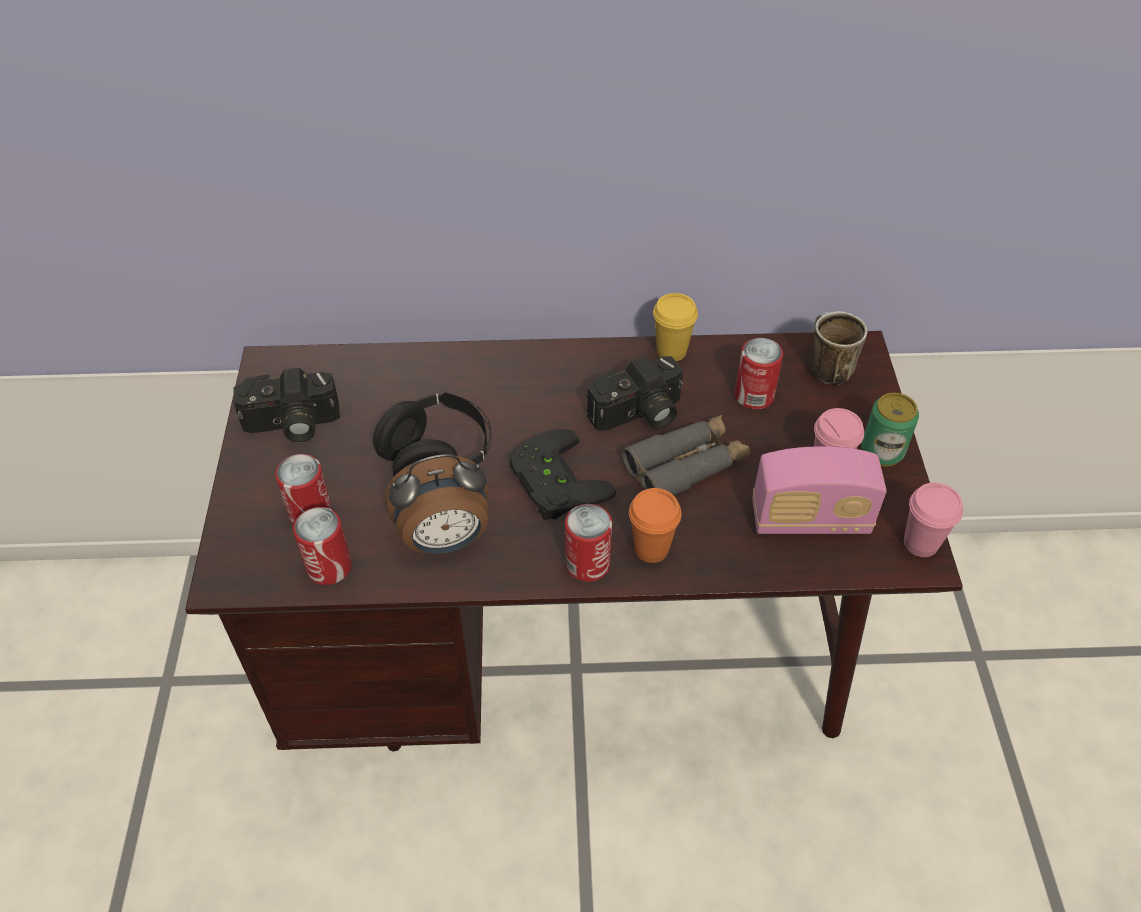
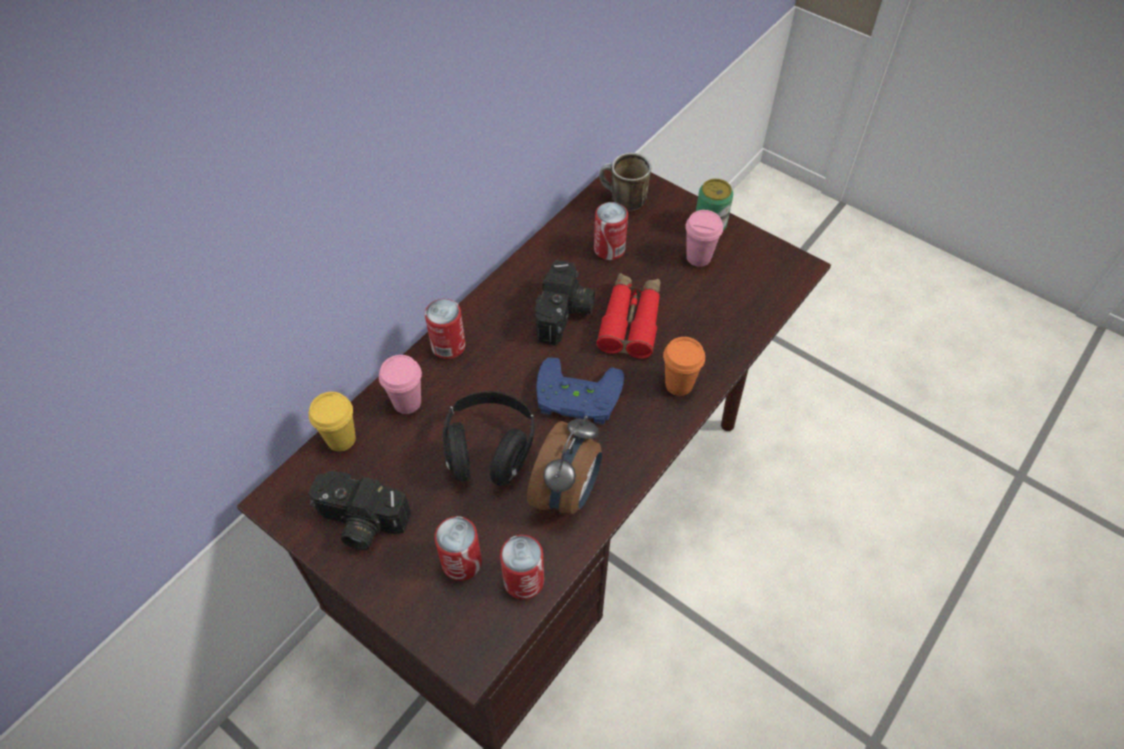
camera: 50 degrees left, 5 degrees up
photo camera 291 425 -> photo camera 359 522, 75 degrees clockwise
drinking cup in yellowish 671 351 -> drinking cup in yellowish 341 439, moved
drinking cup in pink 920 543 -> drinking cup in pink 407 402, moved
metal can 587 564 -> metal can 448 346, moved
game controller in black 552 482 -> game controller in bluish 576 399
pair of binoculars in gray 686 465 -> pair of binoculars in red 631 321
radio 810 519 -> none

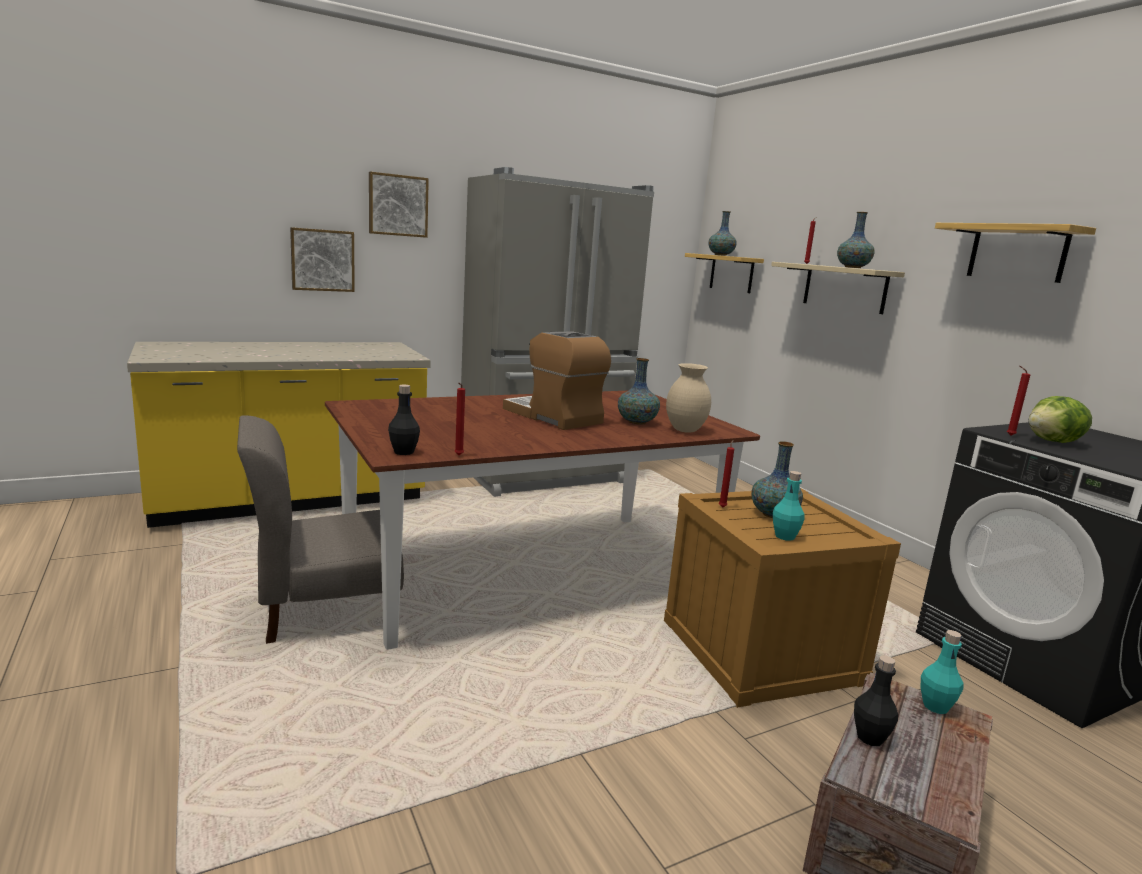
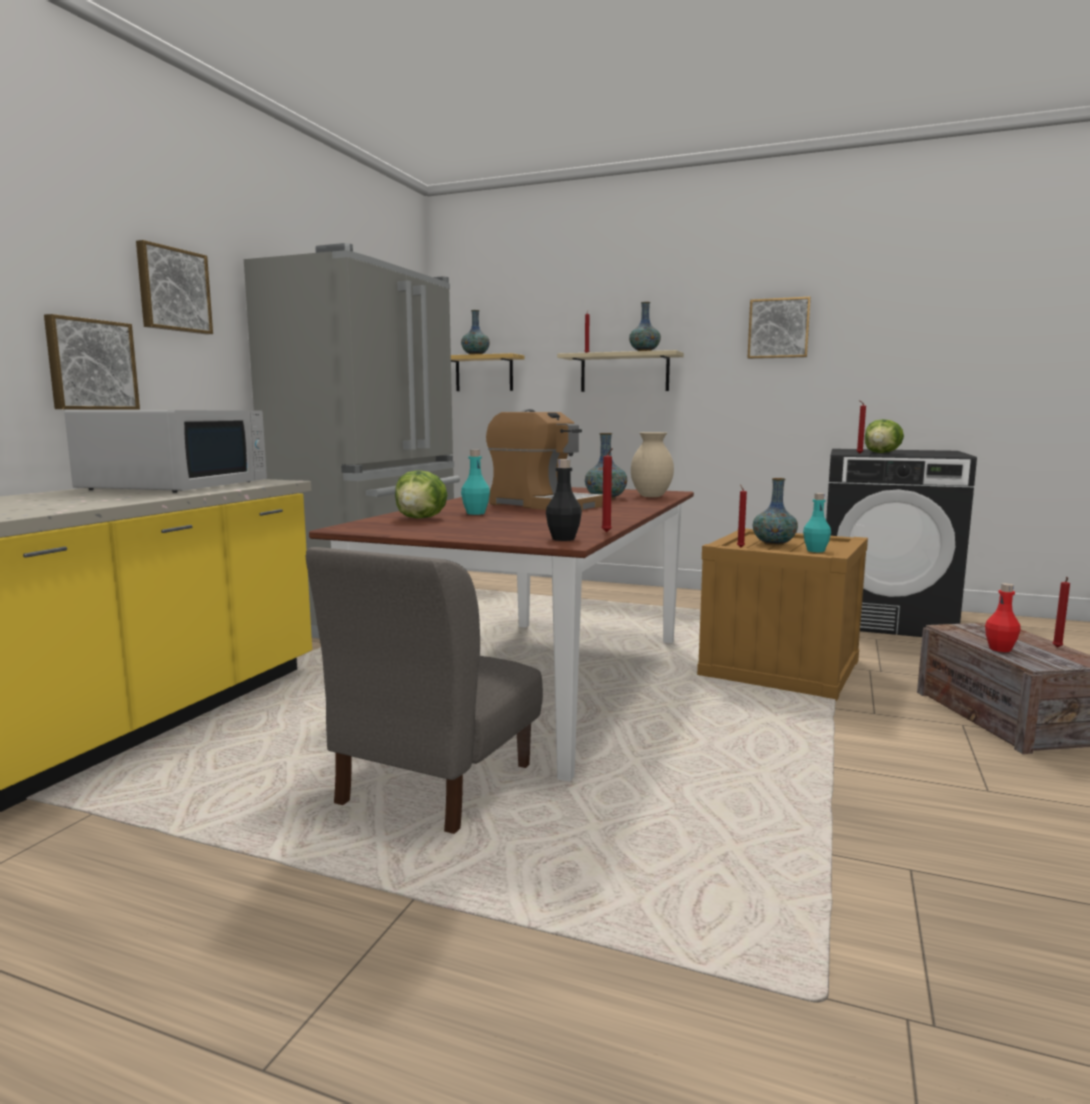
camera: 40 degrees left, 5 degrees down
none -> microwave in white 177 485
none -> lettuce 421 518
drink bottle in turquoise 935 706 -> drink bottle in turquoise 476 513, moved
coffee brewer 553 416 -> coffee brewer 544 505, 150 degrees counterclockwise
shelf 1017 253 -> picture 778 328
drink bottle in black 870 737 -> drink bottle in red 1000 649
none -> candle in red 1057 648

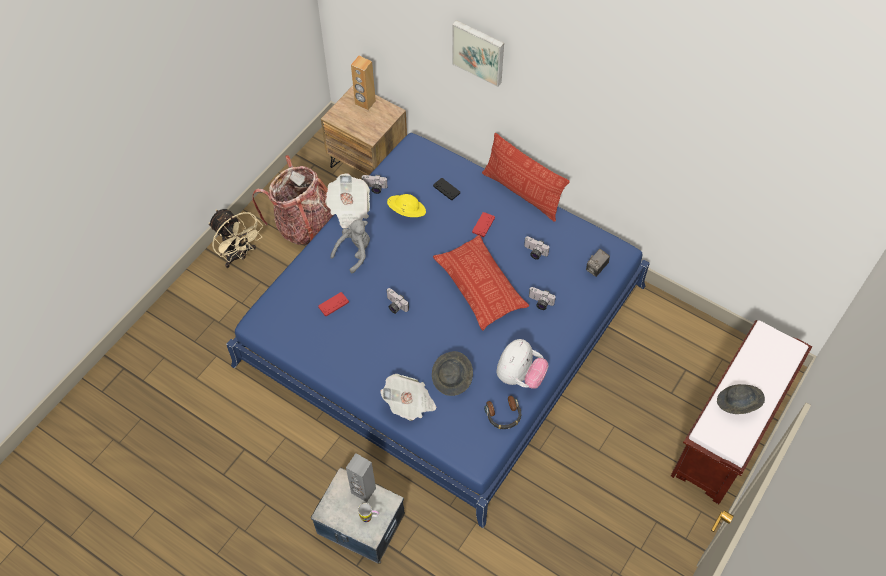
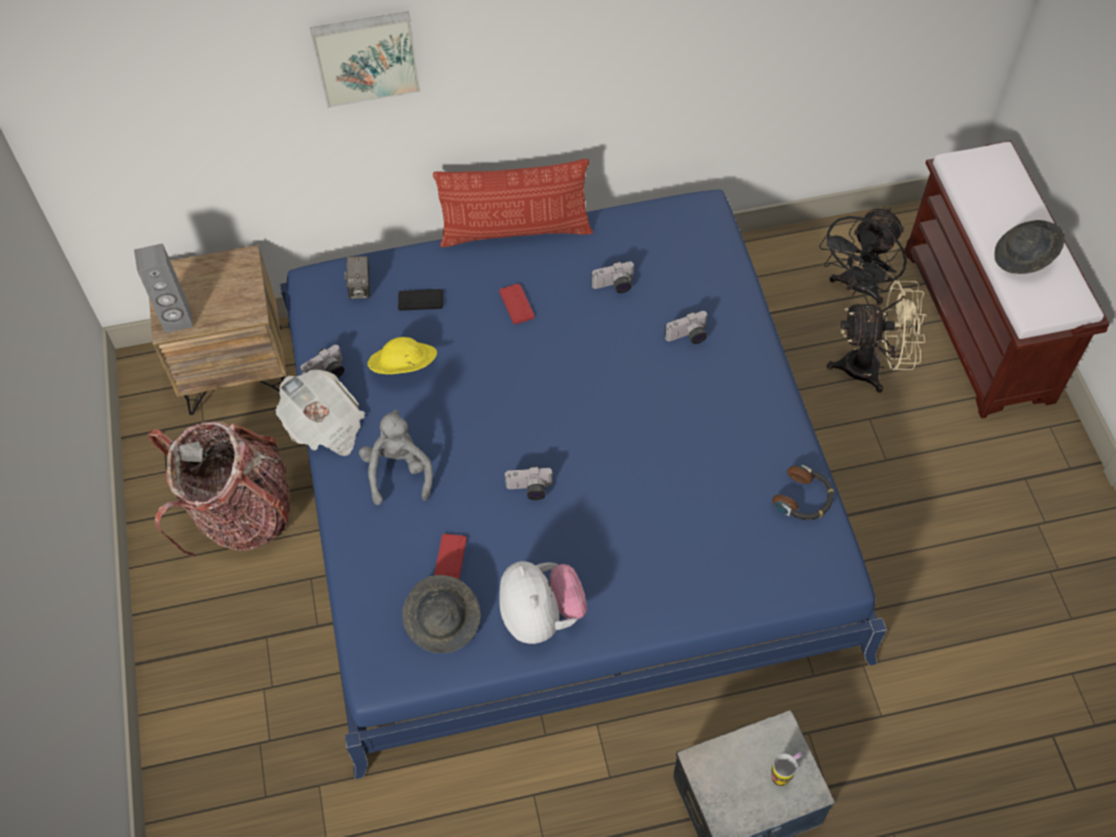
camera: 45 degrees left, 0 degrees up
speaker in gray 363 491 -> speaker in gray 177 320, moved
photo camera 596 268 -> photo camera 360 288, moved
wearable hat in gray 452 378 -> wearable hat in gray 443 622, moved
cuddly toy 519 376 -> cuddly toy 541 616, moved
none -> cooling fan in black 857 288
cooling fan in beige 239 255 -> cooling fan in beige 872 367, moved
speaker in brown-coloured 365 102 -> none
daily paper 409 403 -> none
throw pillow 480 286 -> none

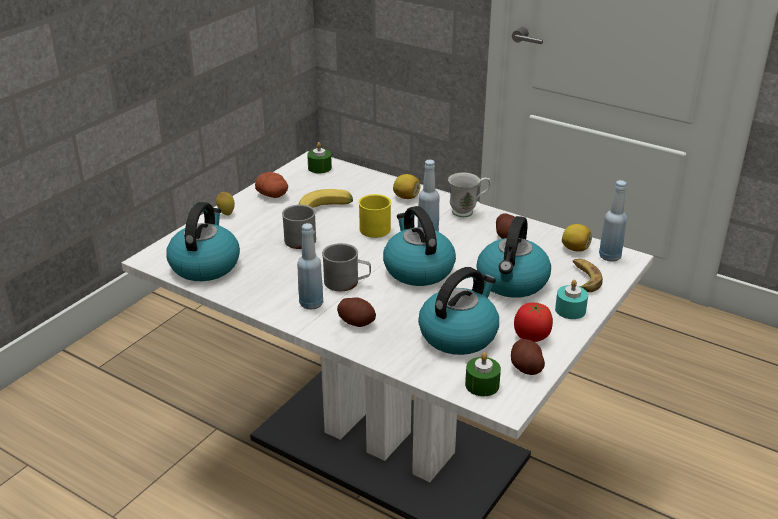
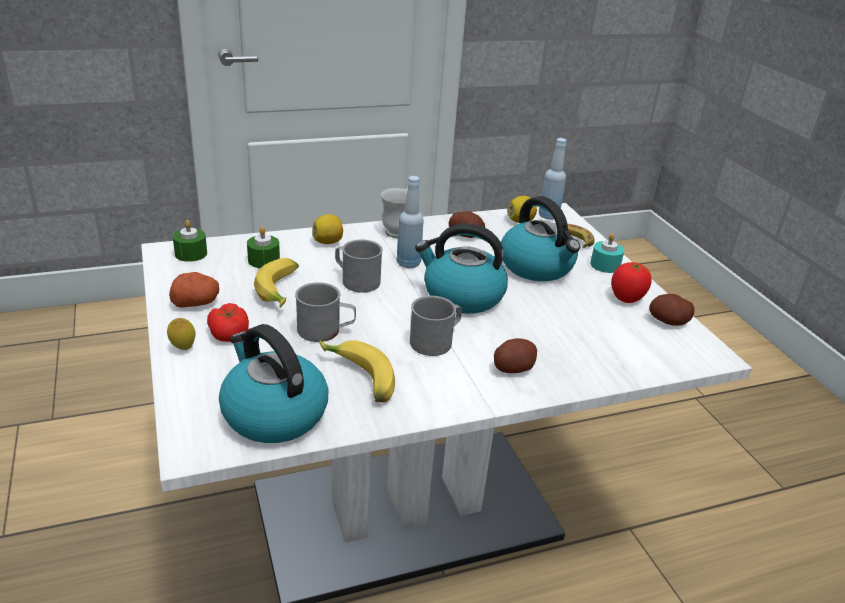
camera: 55 degrees left, 0 degrees up
none -> whole tomato 229 333
candle in green 482 385 -> candle in green 264 260, moved
none -> whole banana 357 379
coffee mug in yellowish 375 227 -> coffee mug in gray 356 280
drink bottle in bluish 311 304 -> none
tea kettle 458 334 -> none

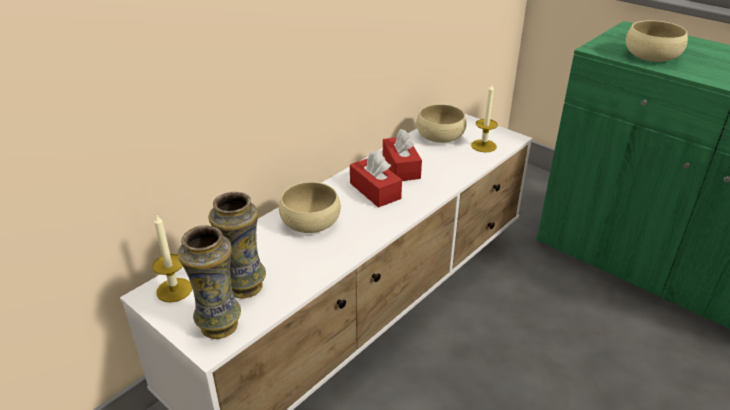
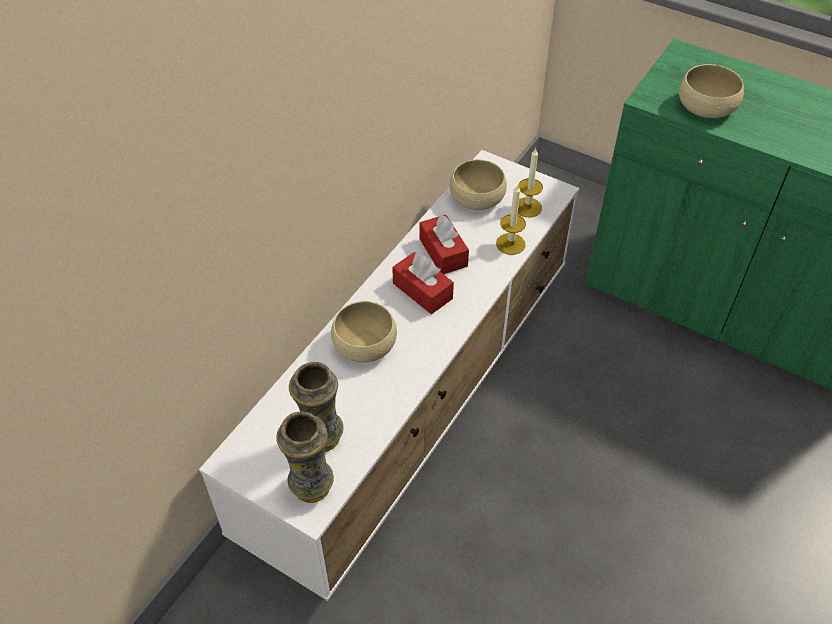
camera: 10 degrees left, 15 degrees up
candle 174 290 -> candle 510 244, moved

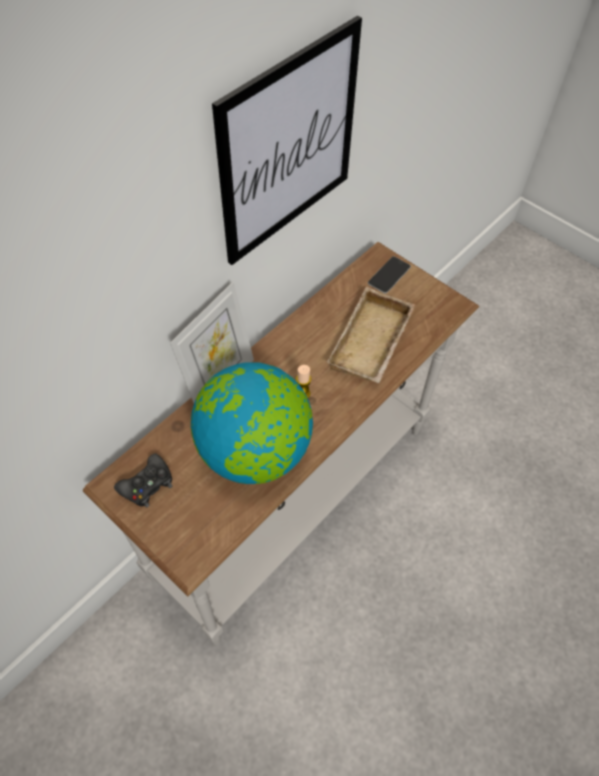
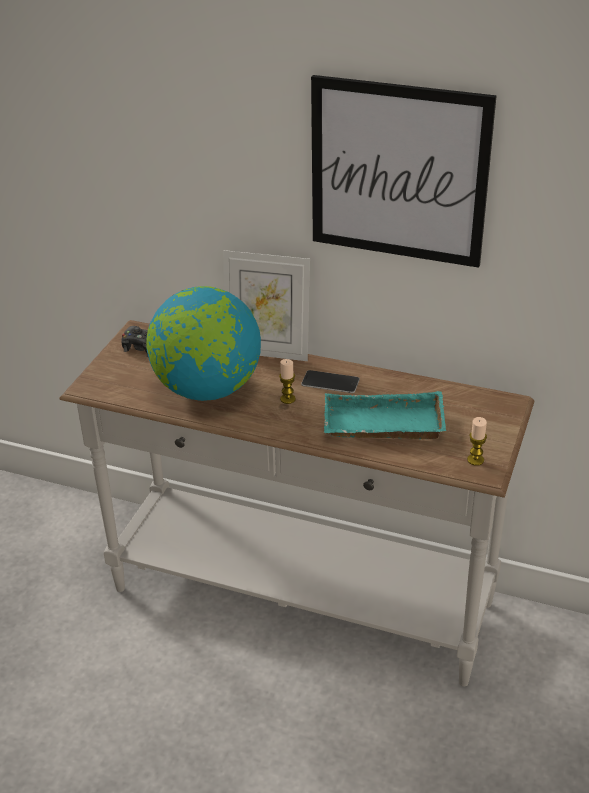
camera: 70 degrees right, 20 degrees down
phone 389 275 -> phone 330 382, moved
tray in beige 372 343 -> tray in turquoise 381 426
none -> candle 475 460

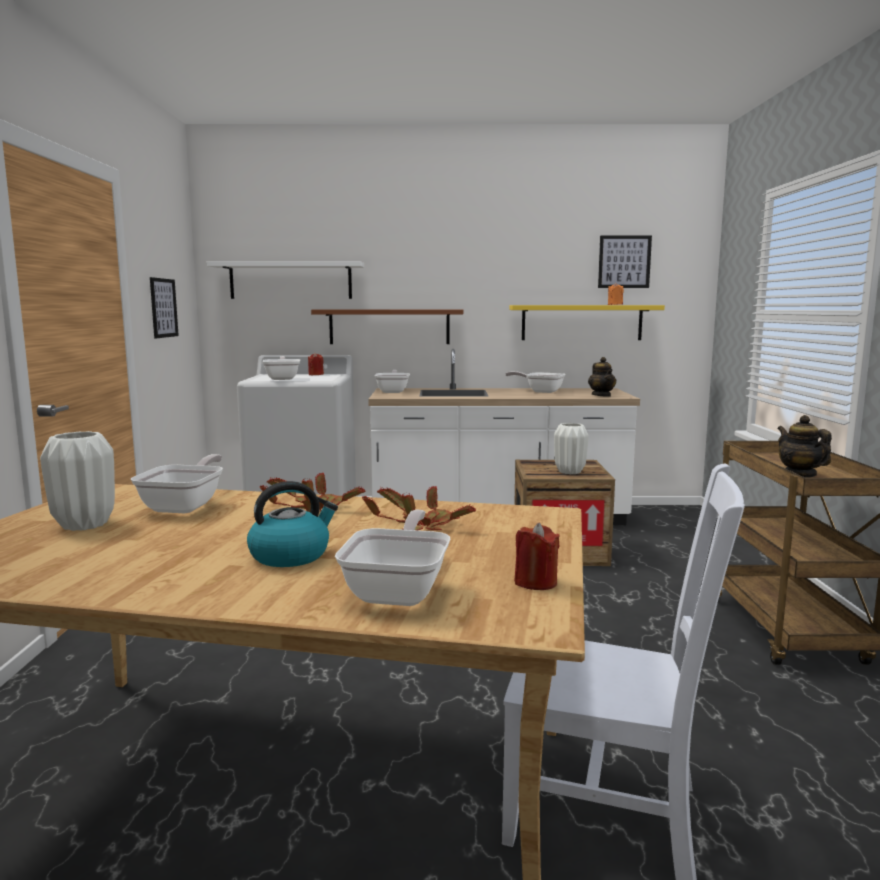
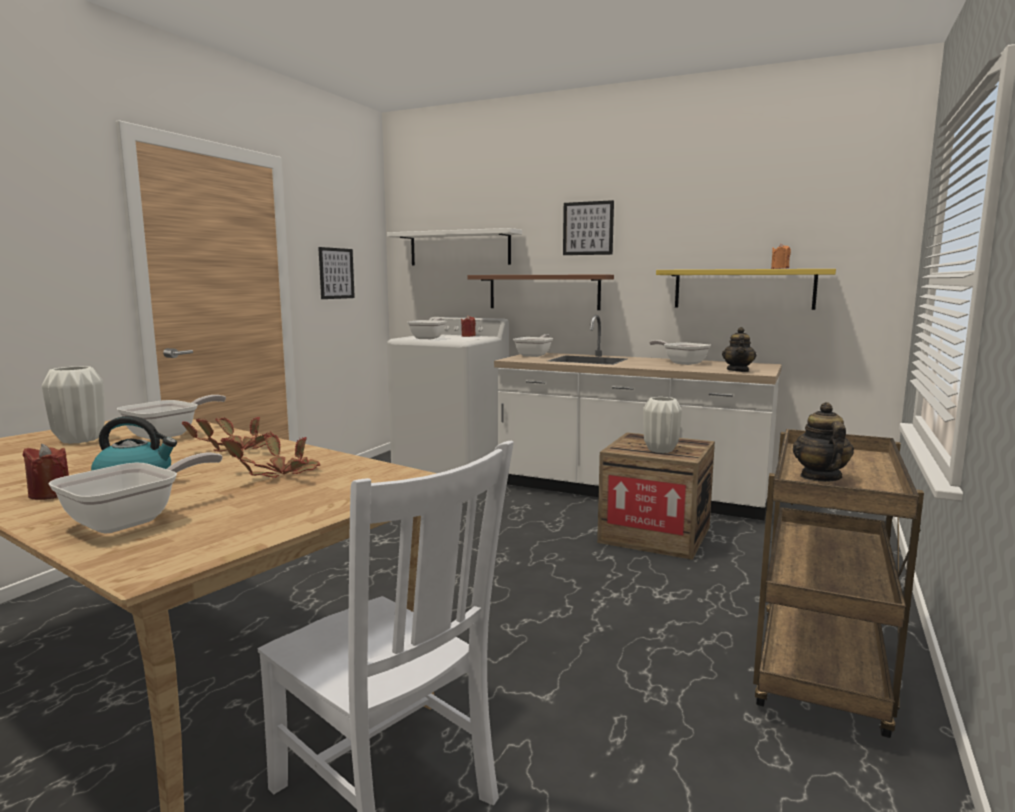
camera: 25 degrees right, 0 degrees up
candle in red 535 582 -> candle in red 50 494, moved
picture 624 262 -> picture 588 228, moved

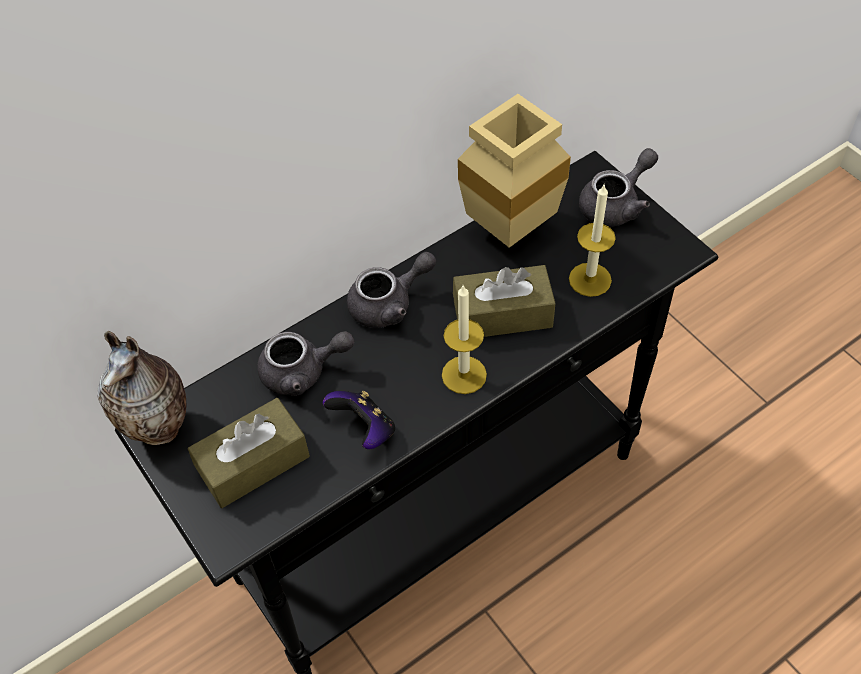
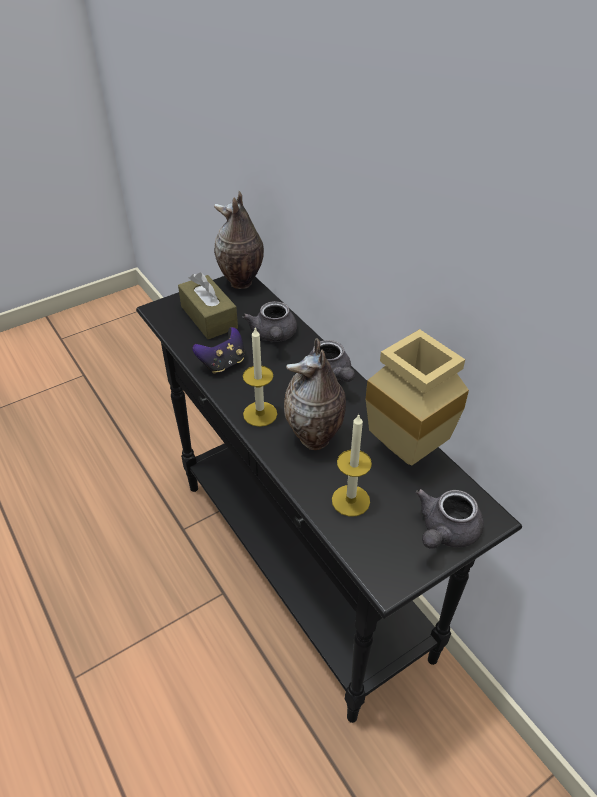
camera: 90 degrees right, 10 degrees down
box of tissues in brown-coloured 502 314 -> decorative vase 315 439
tea pot in gray 616 204 -> tea pot in gray 445 532, 75 degrees clockwise

